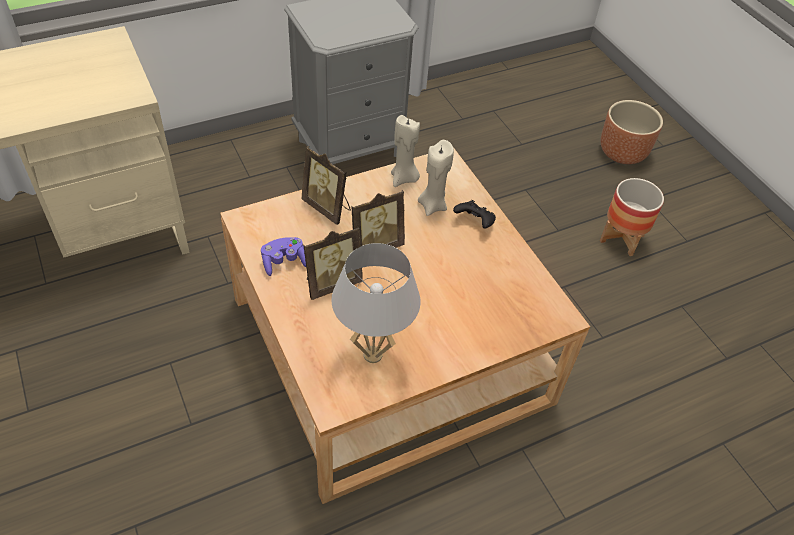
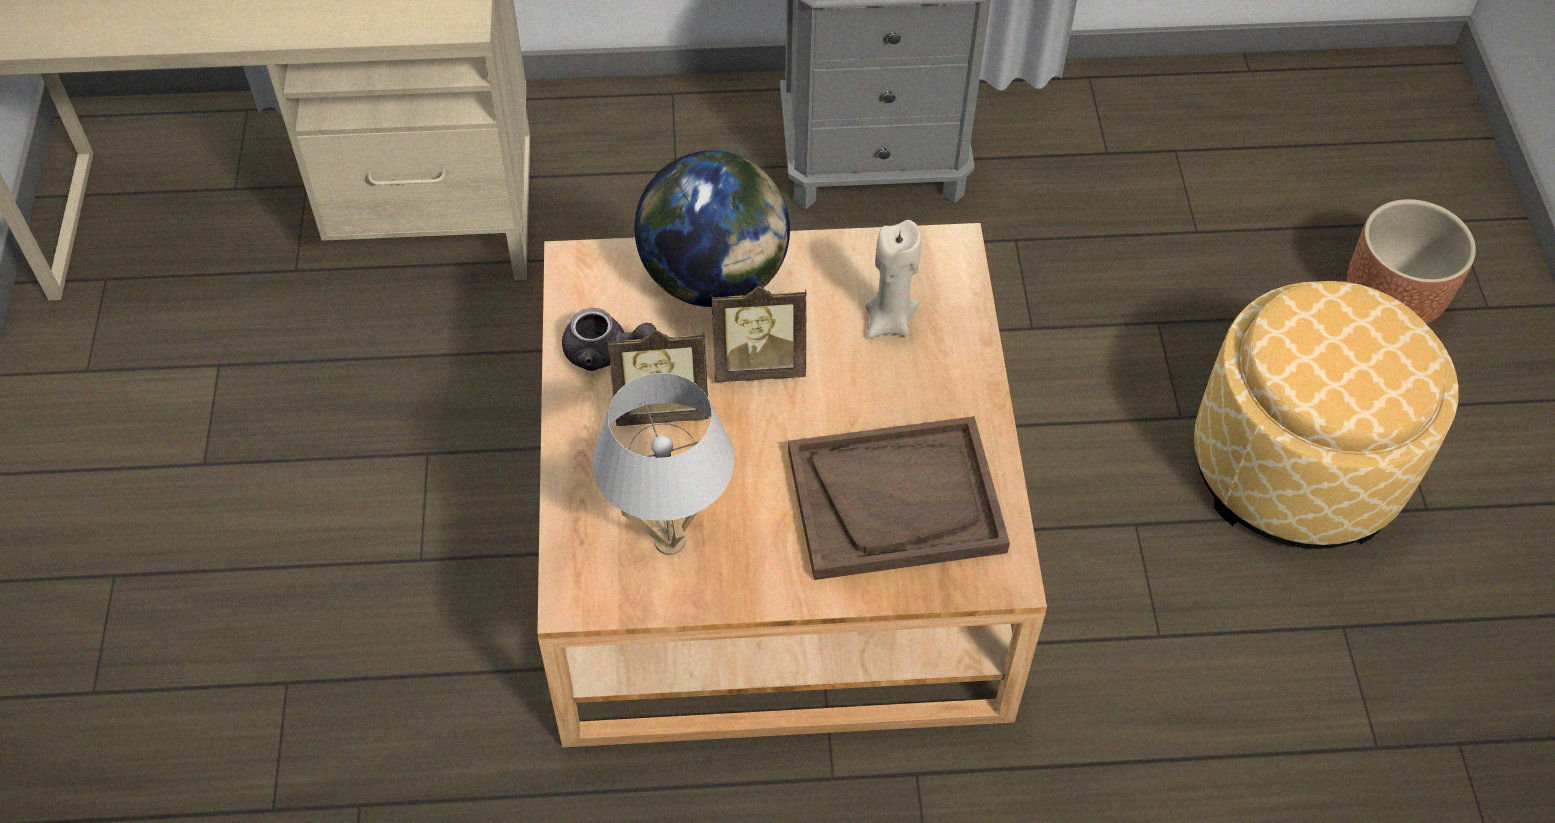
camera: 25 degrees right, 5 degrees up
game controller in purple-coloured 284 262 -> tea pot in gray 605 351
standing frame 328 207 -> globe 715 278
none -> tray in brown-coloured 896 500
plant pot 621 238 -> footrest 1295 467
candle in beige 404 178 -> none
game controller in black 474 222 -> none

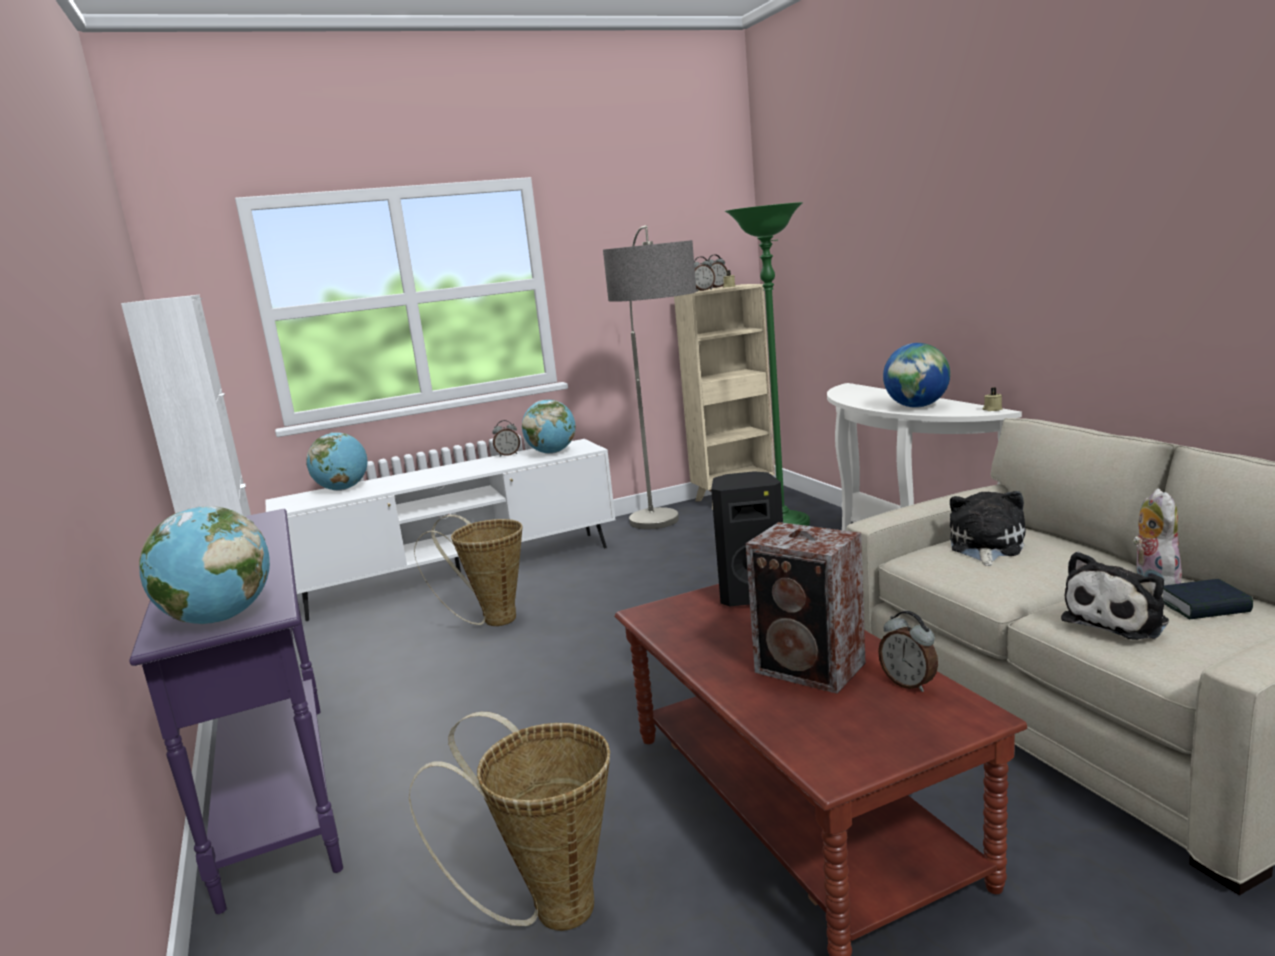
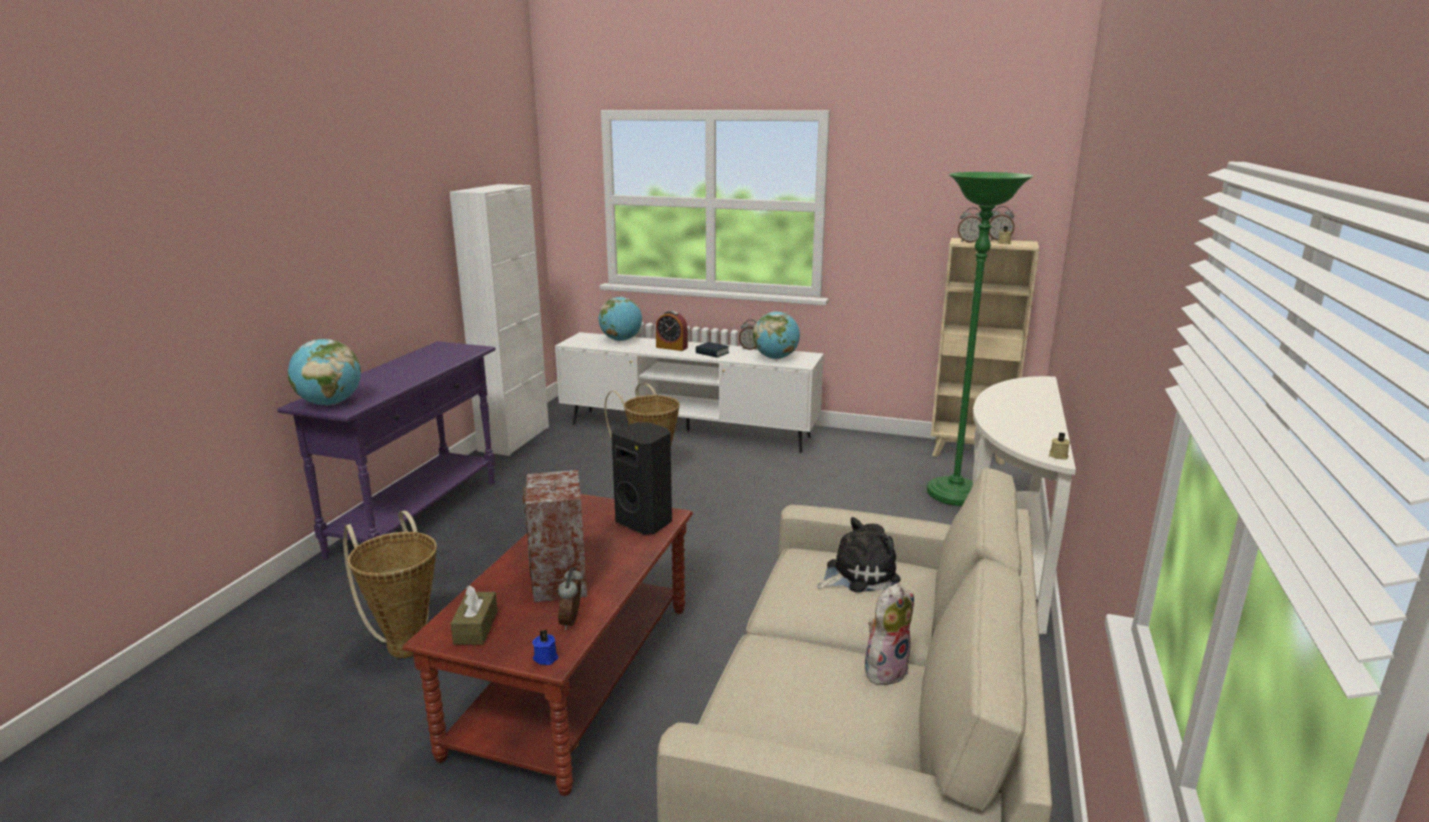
camera: 40 degrees right, 5 degrees up
none -> box of tissues in brown-coloured 476 628
none -> candle in bluish 546 657
none -> bedside clock 671 347
volume 1204 607 -> volume 712 353, moved
floor lamp 668 539 -> none
globe 916 406 -> none
cuddly toy 1118 620 -> none

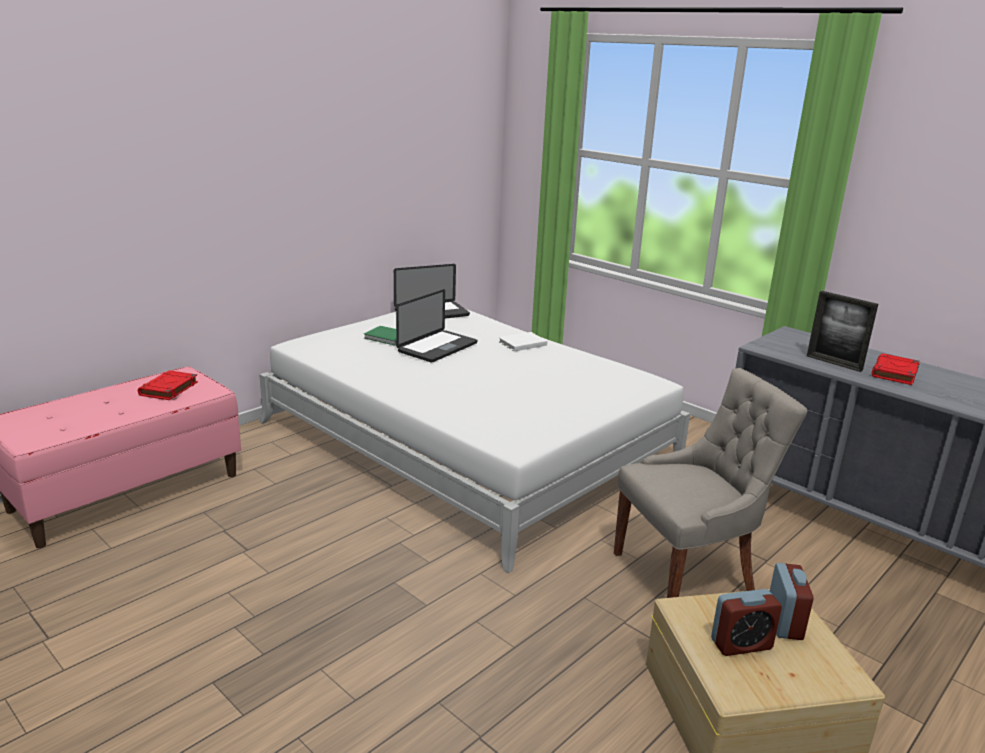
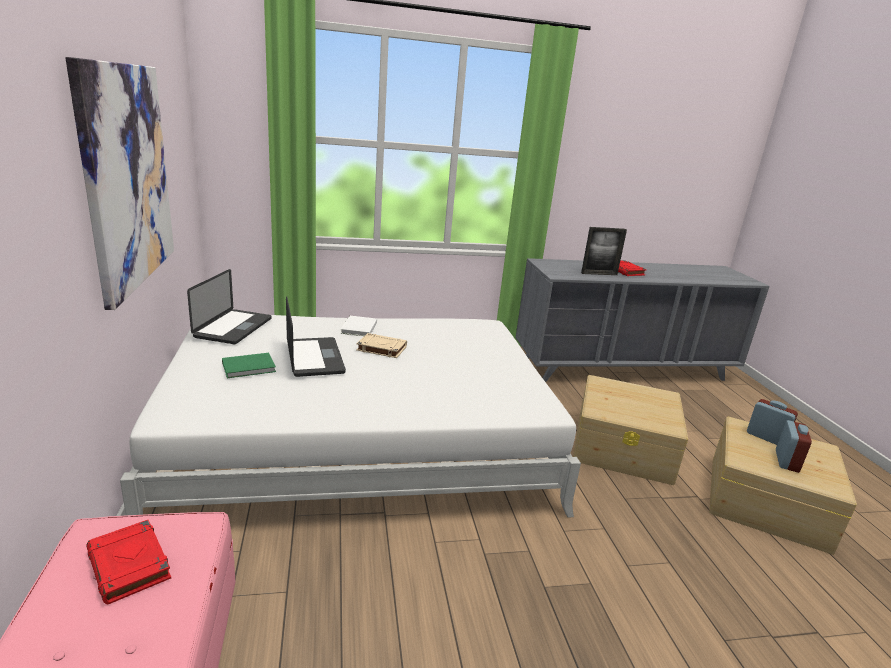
camera: 55 degrees left, 0 degrees up
none -> picture 127 176
none -> volume in beige 381 348
chair in gray 687 575 -> storage box in beige 623 447

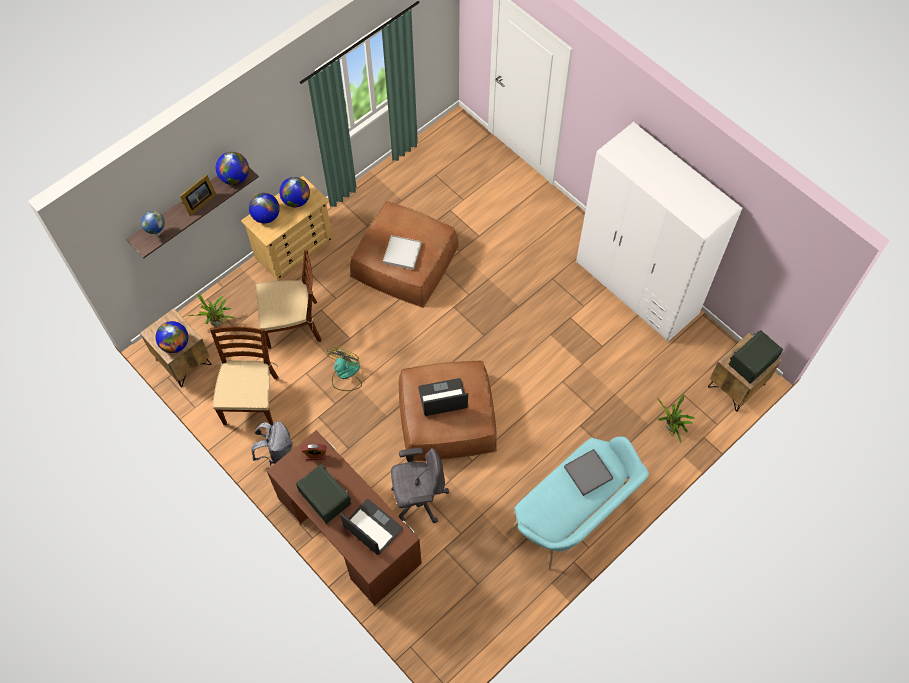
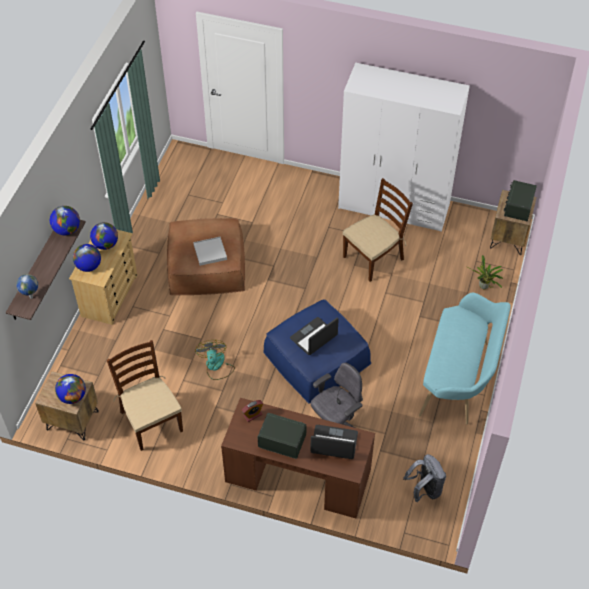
camera: 30 degrees left, 10 degrees down
footrest in brown-coloured 446 416 -> footrest in bluish 316 357
chair in brown-coloured 293 324 -> chair in brown-coloured 373 257, moved
rucksack in gray 277 453 -> rucksack in gray 424 489, moved
standing frame 198 203 -> none
houseplant 217 323 -> none
tray in gray 588 473 -> none

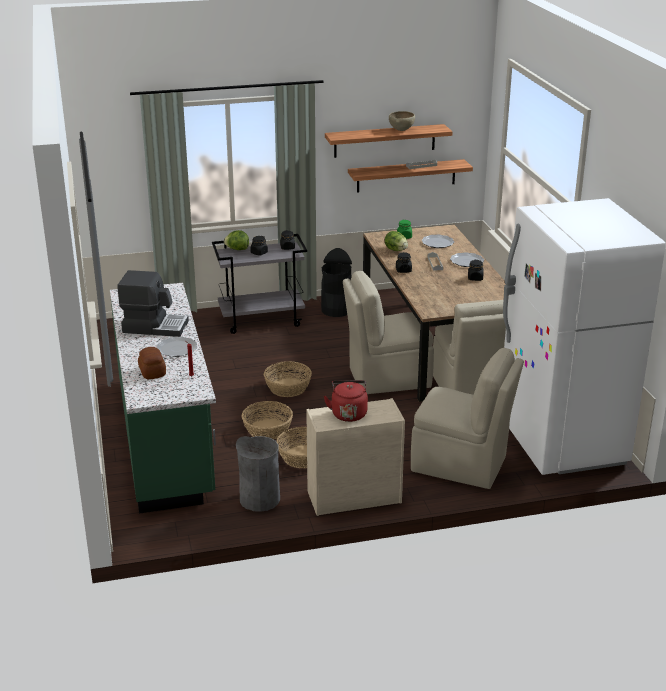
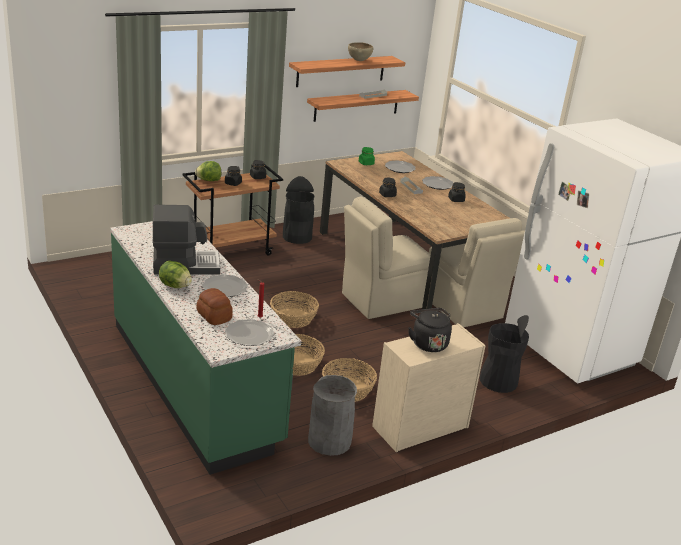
camera: 20 degrees left, 0 degrees up
lettuce 396 250 -> lettuce 175 286, moved
cart in gray 262 320 -> cart in brown-coloured 231 251
none -> flat dish 249 334
tea kettle in red 348 413 -> tea kettle in black 428 343
chair in beige 461 465 -> waste bin in black 498 381

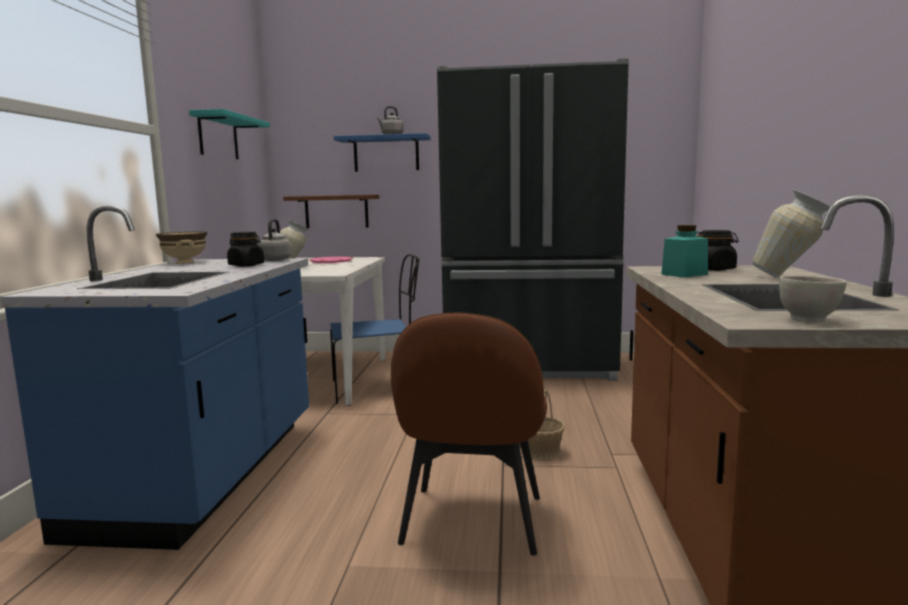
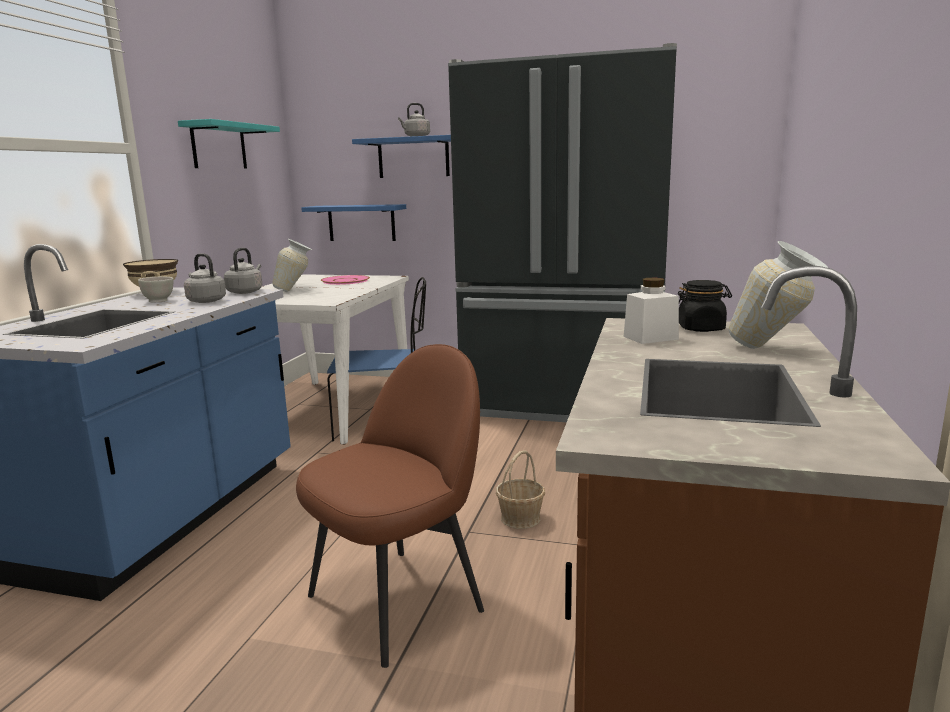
camera: 10 degrees right, 5 degrees up
serving bowl in white 808 319 -> serving bowl in white 159 301, moved
jar in black 246 265 -> tea kettle in gray 205 301
chair in brown-coloured 472 522 -> chair in brown-coloured 399 600, 150 degrees counterclockwise
shelf in brown-coloured 336 211 -> shelf in bluish 361 223
jar in turquoise 684 274 -> jar in white 650 338

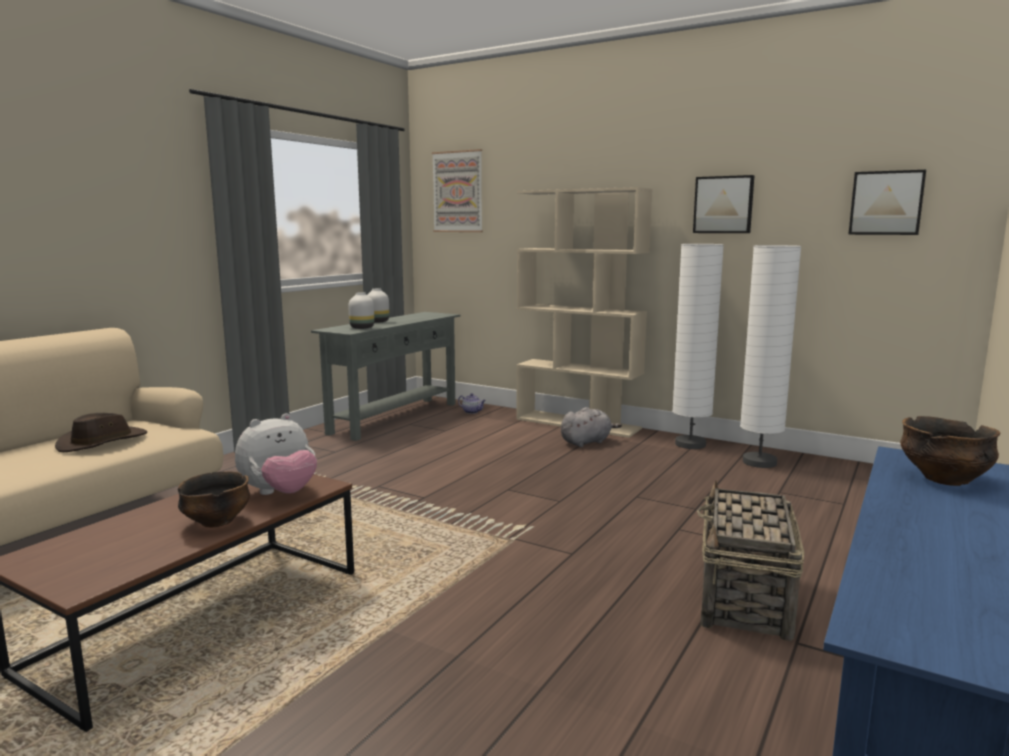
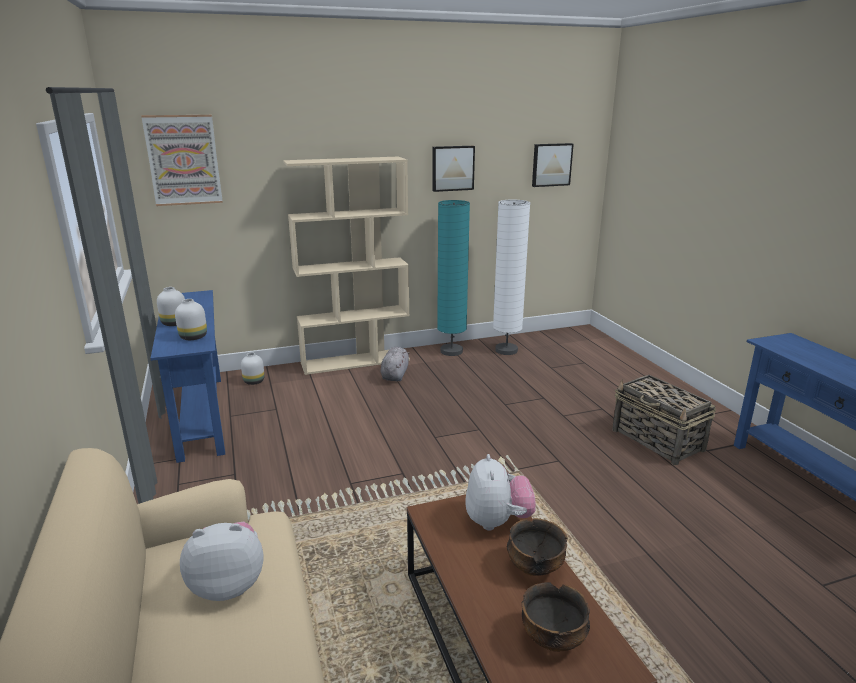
camera: 50 degrees left, 10 degrees up
narrow table in gray 394 418 -> narrow table in bluish 200 416
wearable hat in brown-coloured 102 442 -> cuddly toy 228 585
tea pot 472 412 -> decorative vase in white 254 381
floor lamp in white 690 444 -> floor lamp in turquoise 451 351
serving bowl 944 479 -> serving bowl 553 638, moved

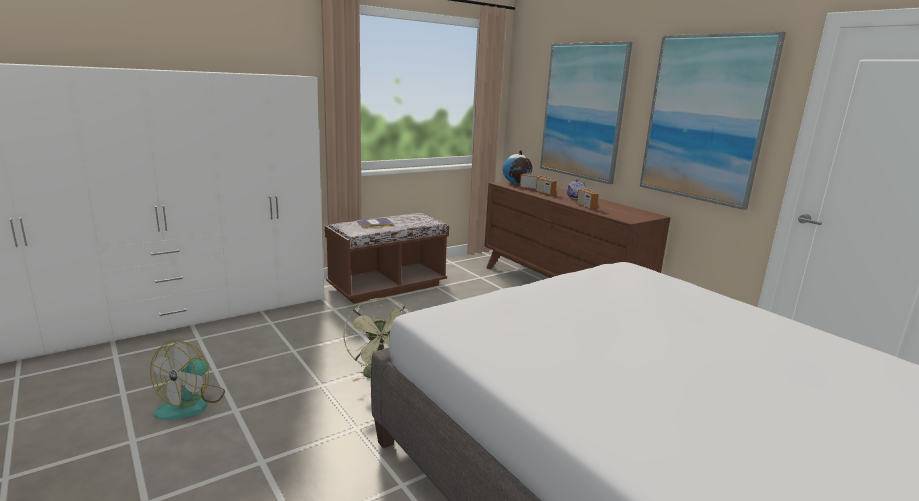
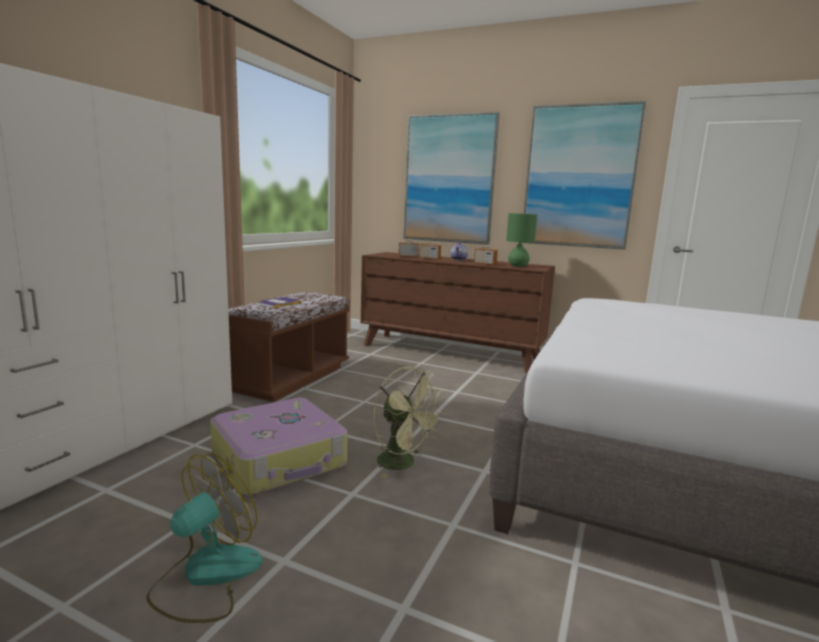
camera: 30 degrees left, 5 degrees down
cooling fan 191 403 -> cooling fan 206 576, 135 degrees counterclockwise
none -> travel case 280 460
none -> table lamp in green 518 266
globe 516 183 -> none

